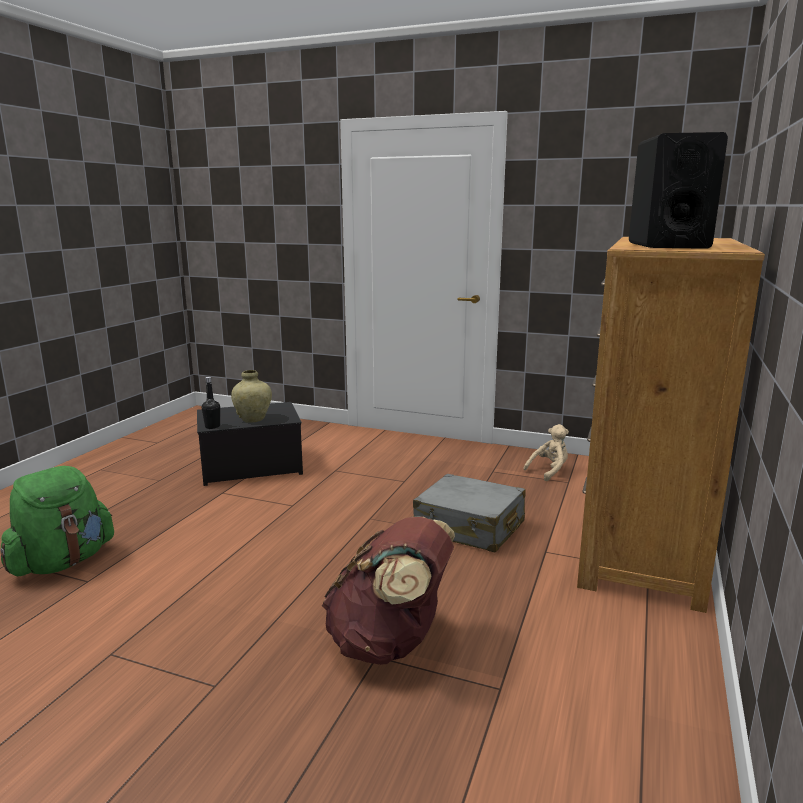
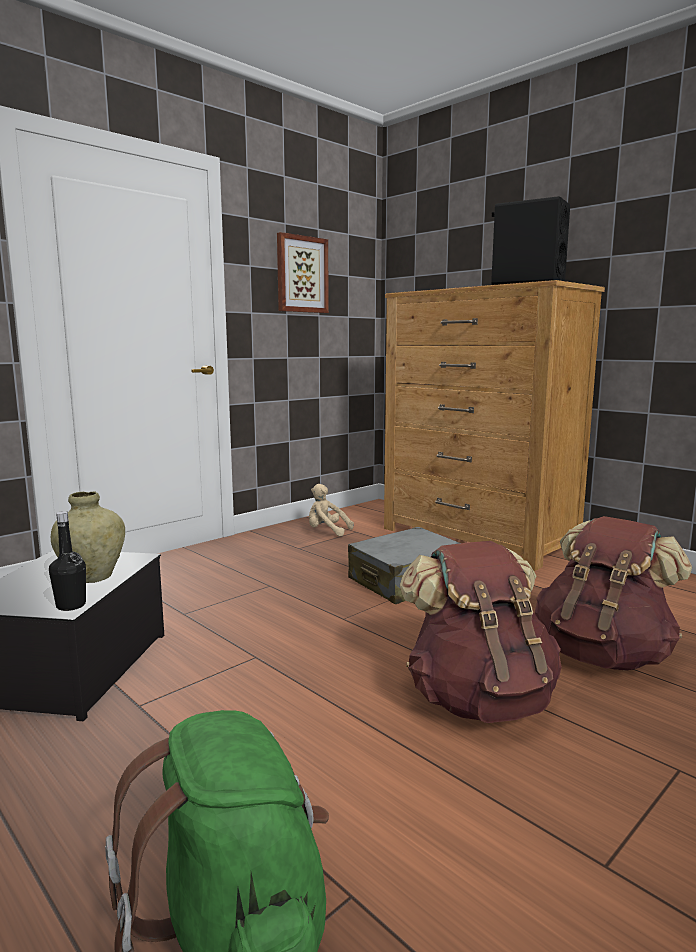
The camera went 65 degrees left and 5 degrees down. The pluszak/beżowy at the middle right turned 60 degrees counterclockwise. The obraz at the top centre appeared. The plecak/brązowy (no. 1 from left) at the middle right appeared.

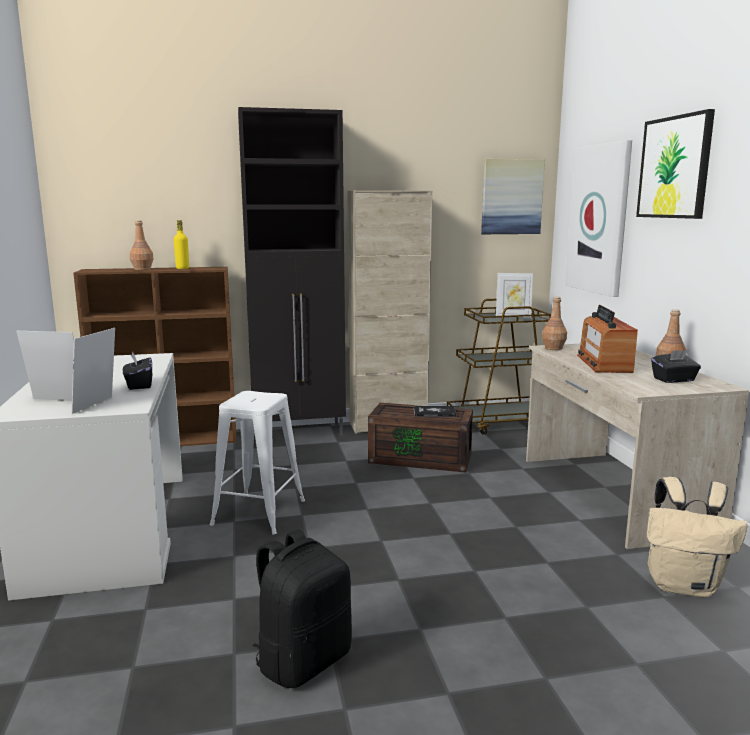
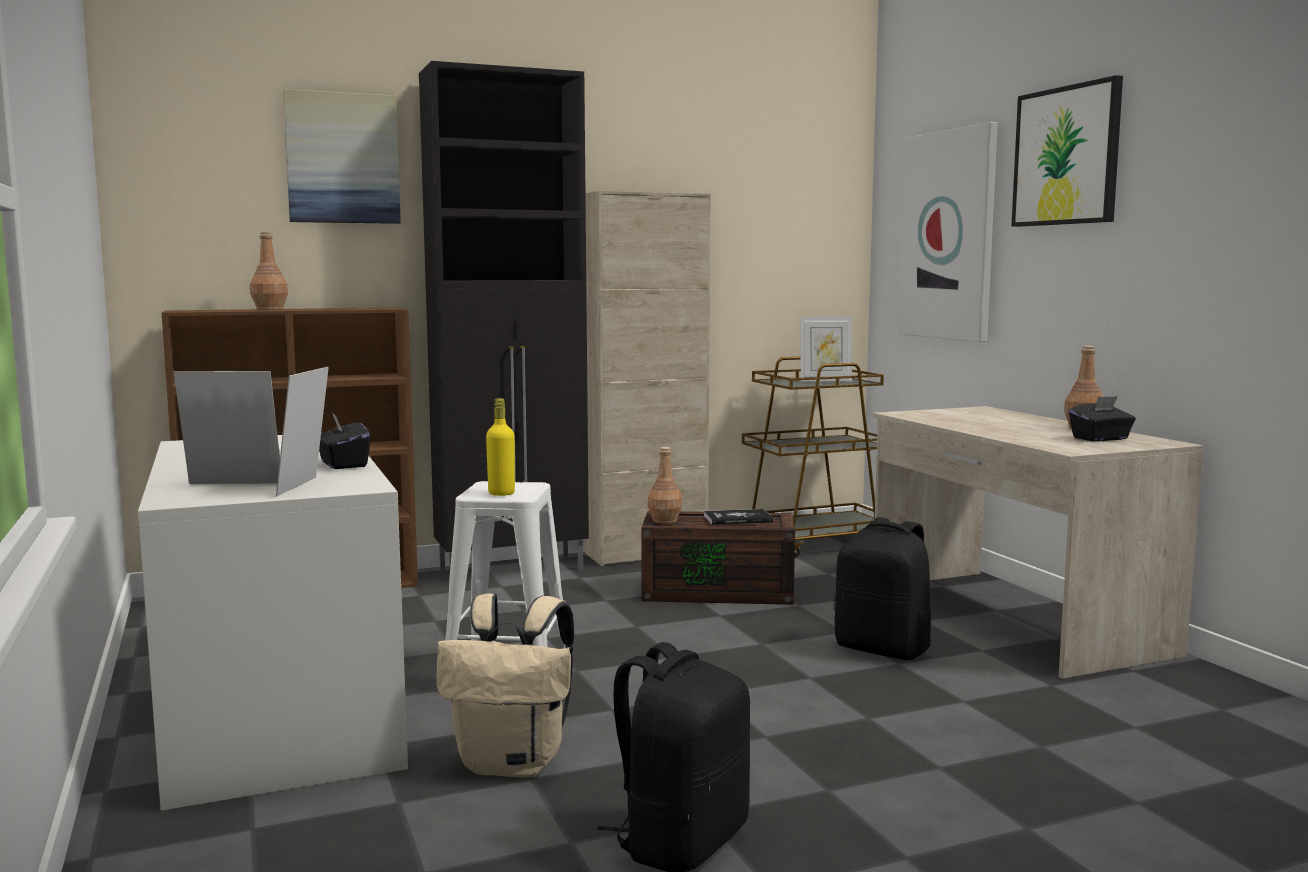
The camera went 10 degrees left and 5 degrees down. The butelka/żółty moved from the top left to the centre. The obraz (no. 1 from left) moved from the top right to the top left. The butelka/brązowy (no. 2 from left) moved from the middle right to the centre. The radio at the middle right disappeared. The plecak/beżowy moved from the bottom right to the bottom centre. The plecak/czarny (no. 2 from left) at the bottom right appeared.

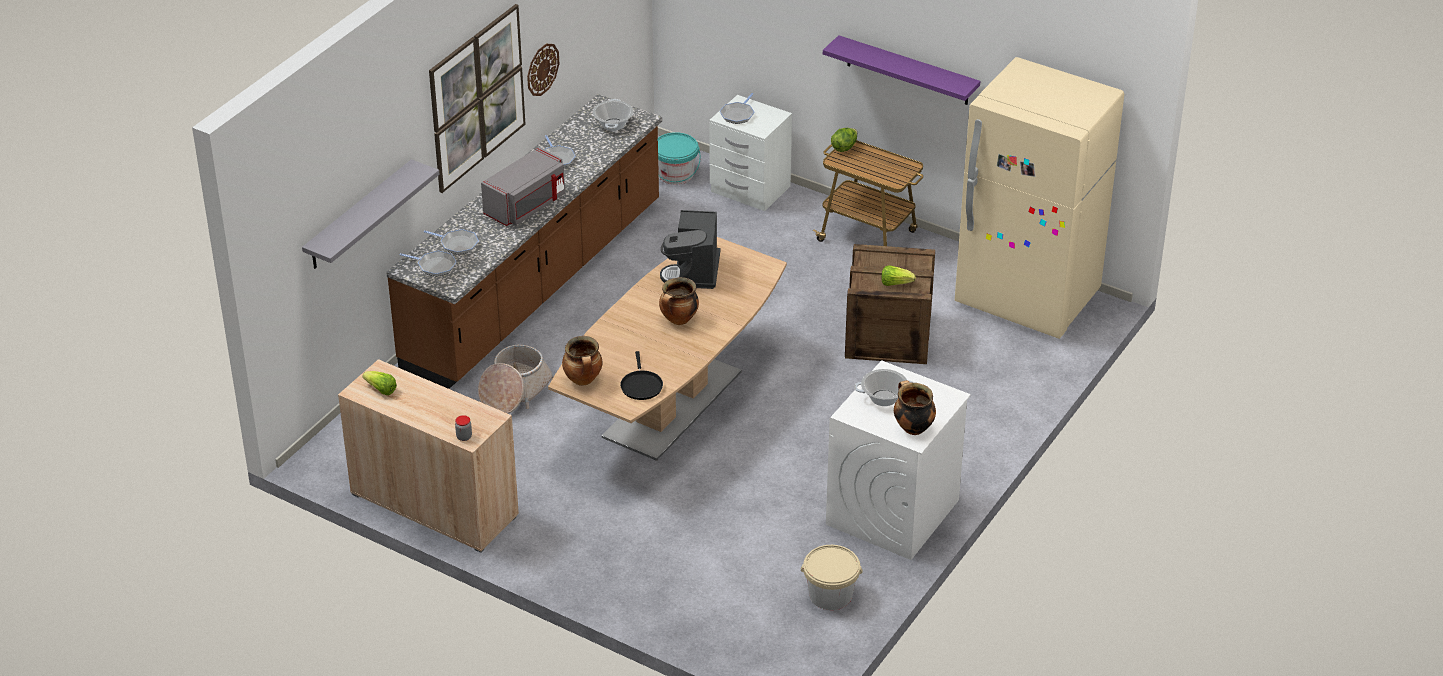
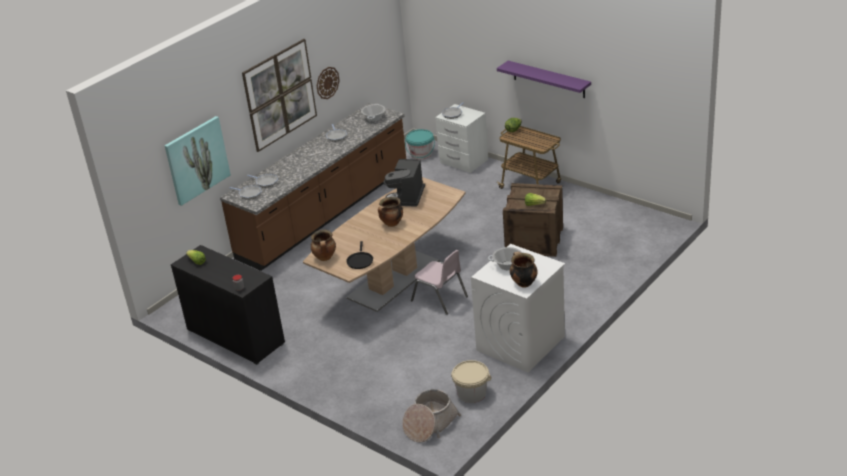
The camera went 10 degrees right and 5 degrees down. The półka/szary at the top left was replaced by the obraz (no. 1 from left) at the middle left. The szafka/beżowy at the bottom left became the szafka/czarny at the middle left. The koszyk moved from the centre to the bottom centre. The mikrofalówka/szary at the top centre disappeared. The lodówka/beżowy at the top right disappeared. The krzesło/różowy at the centre appeared.

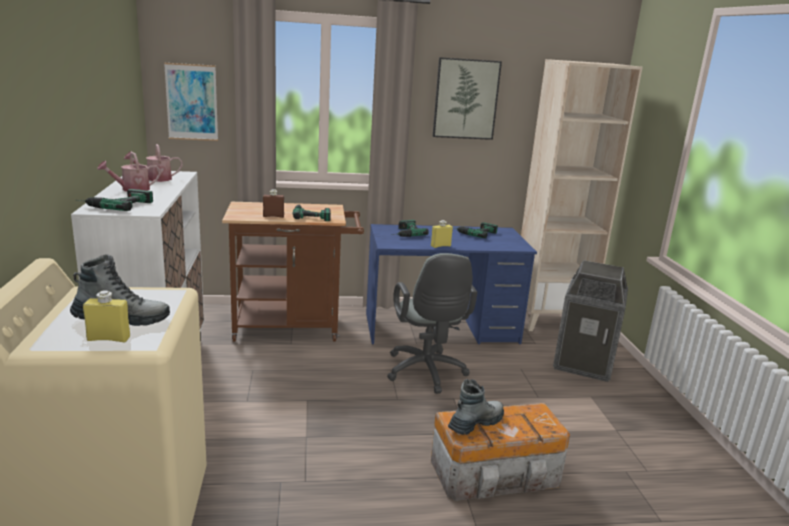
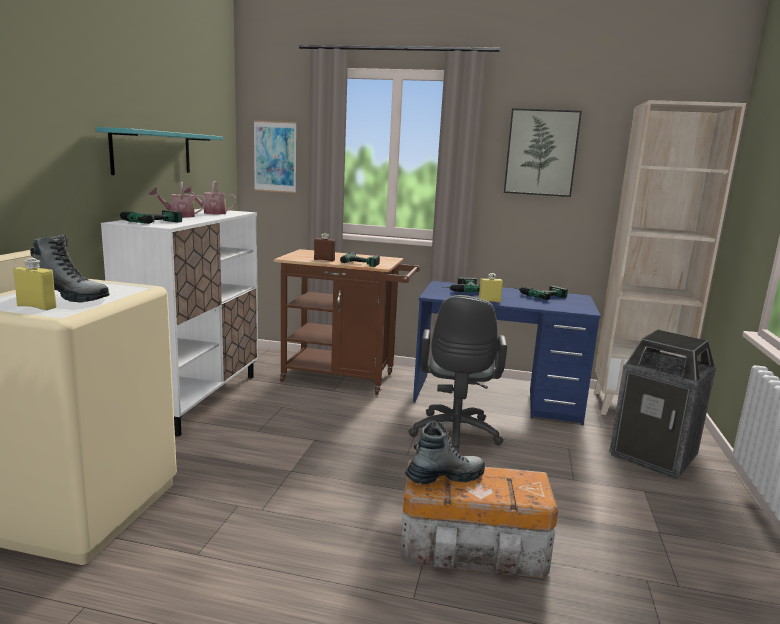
The camera went 20 degrees right and 5 degrees down. The półka/turkusowy at the top left appeared.

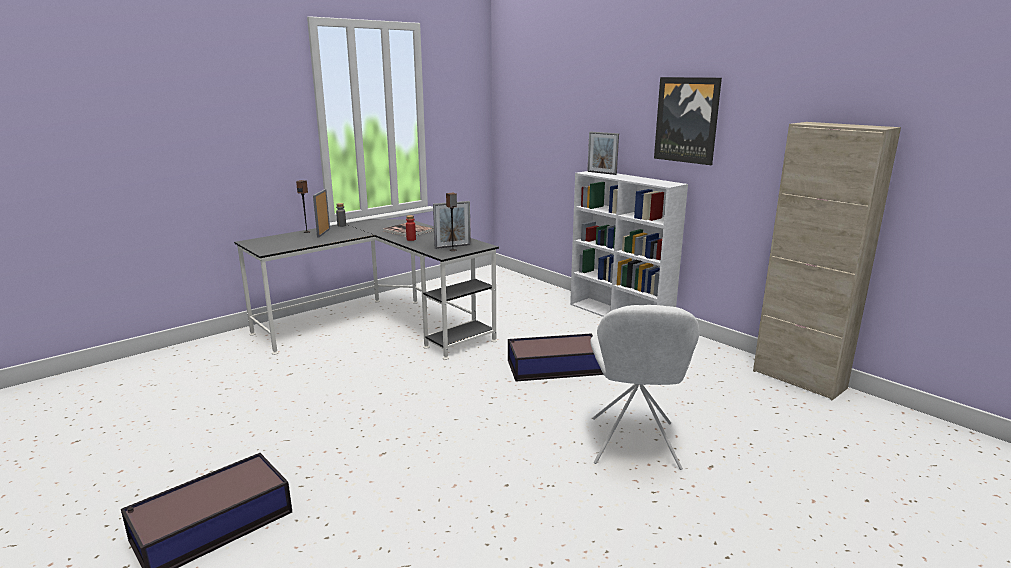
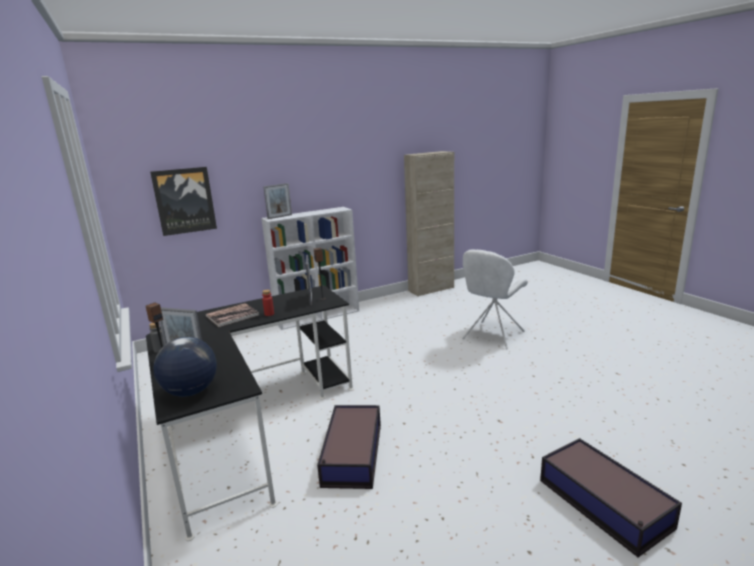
The camera went 75 degrees left and 0 degrees up. The pojemnik do przechowywania (no. 2 from left in the first image) moved from the centre to the bottom centre. The krzesło/biały at the bottom centre turned 105 degrees clockwise. The obraz moved from the top right to the middle left. The globus at the middle left appeared.

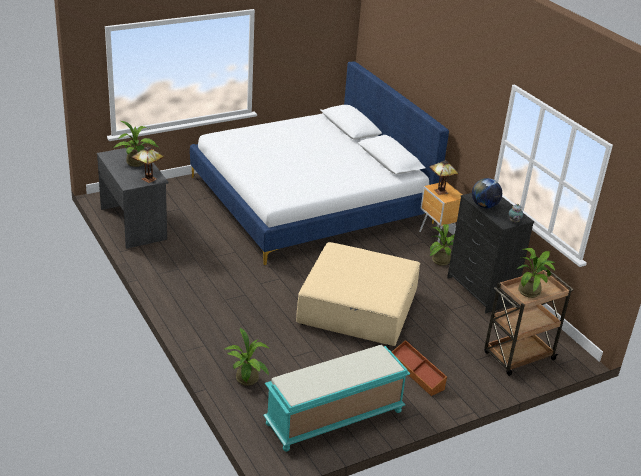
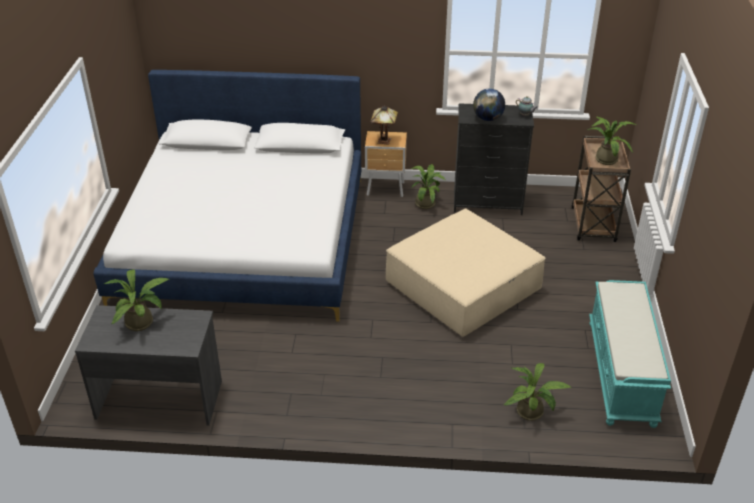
The camera went 55 degrees left and 5 degrees up. The lampa stołowa (no. 1 from left) at the middle left disappeared. The pojemnik do przechowywania/brązowy at the bottom centre disappeared.

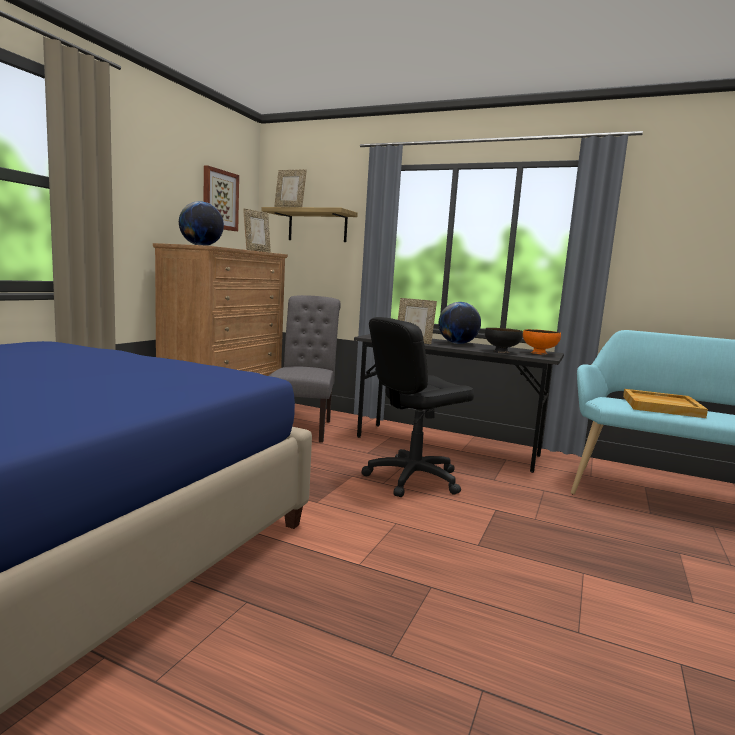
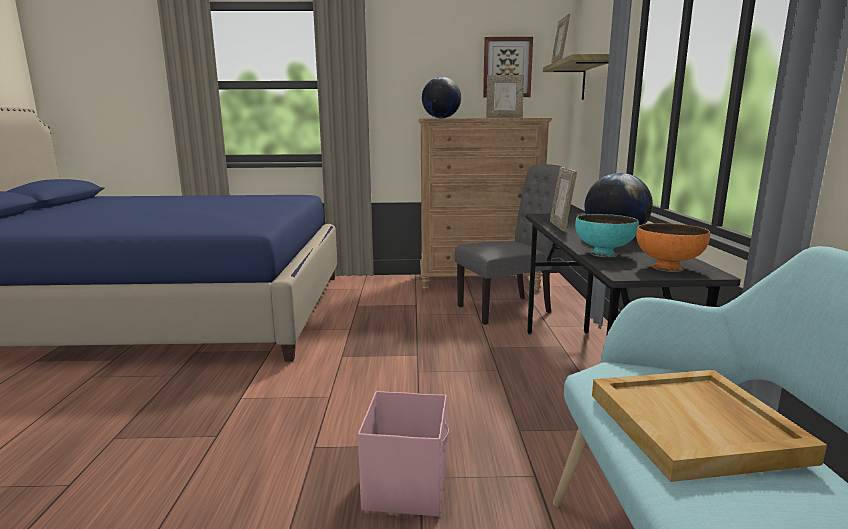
The camera went 65 degrees right and 5 degrees up. The krzesło biurowe/czarny at the centre disappeared. The miska/czarny at the middle right became the miska/turkusowy at the middle right. The pojemnik do przechowywania/różowy at the bottom centre appeared.

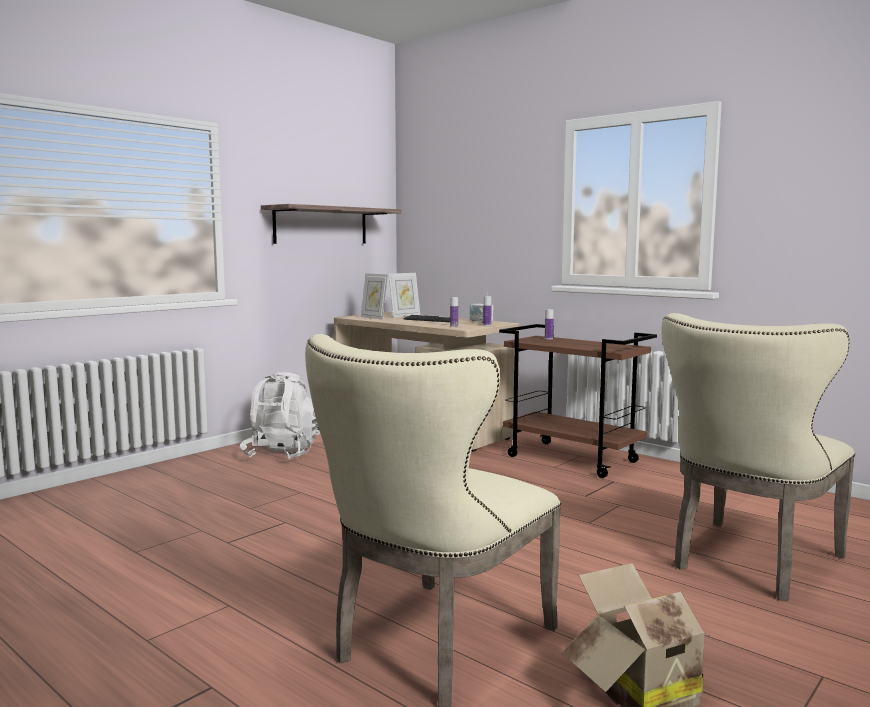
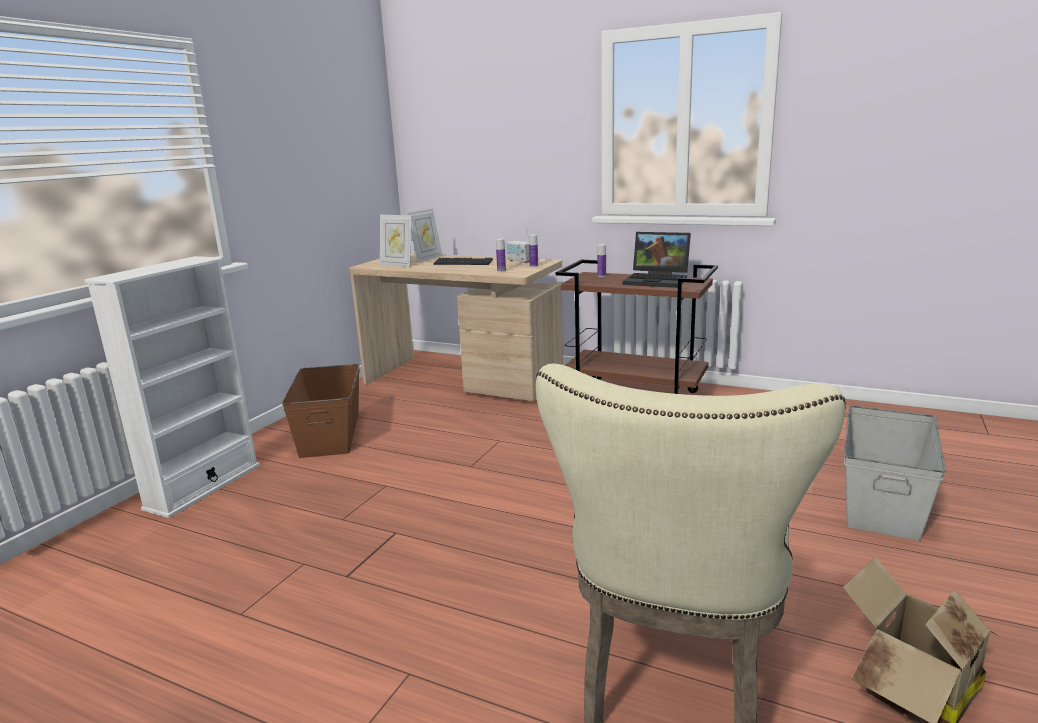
The camera went 15 degrees left and 10 degrees up. The plecak/biały at the middle left was replaced by the pojemnik do przechowywania/brązowy at the middle left. The półka at the top centre disappeared. The krzesło/beżowy (no. 2 from left) at the middle right was replaced by the pojemnik do przechowywania/szary at the middle right. The regał/biały at the middle left appeared. The laptop at the centre appeared.

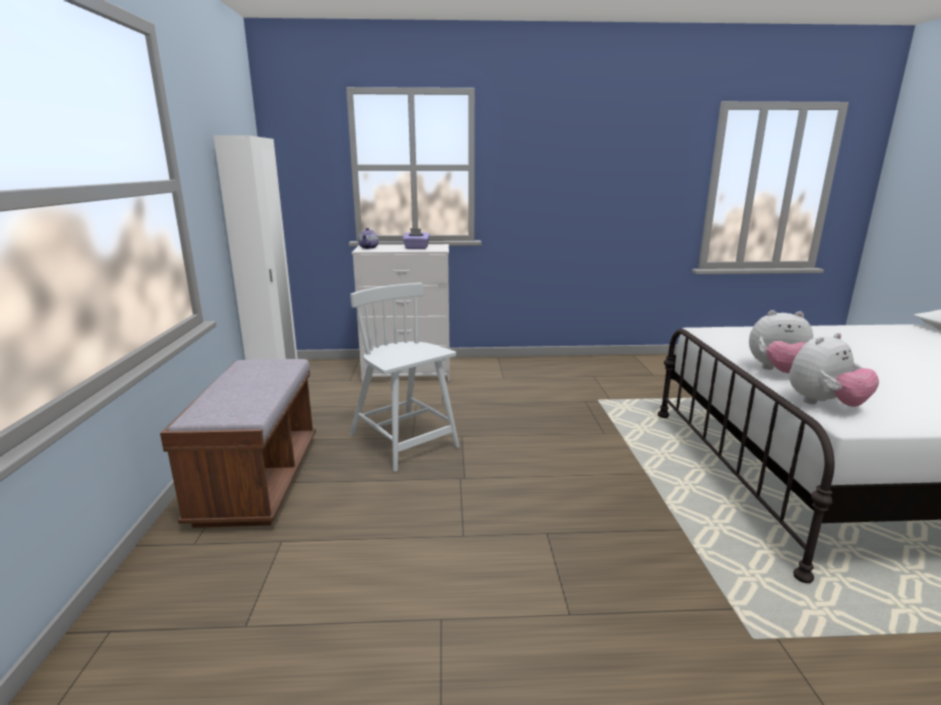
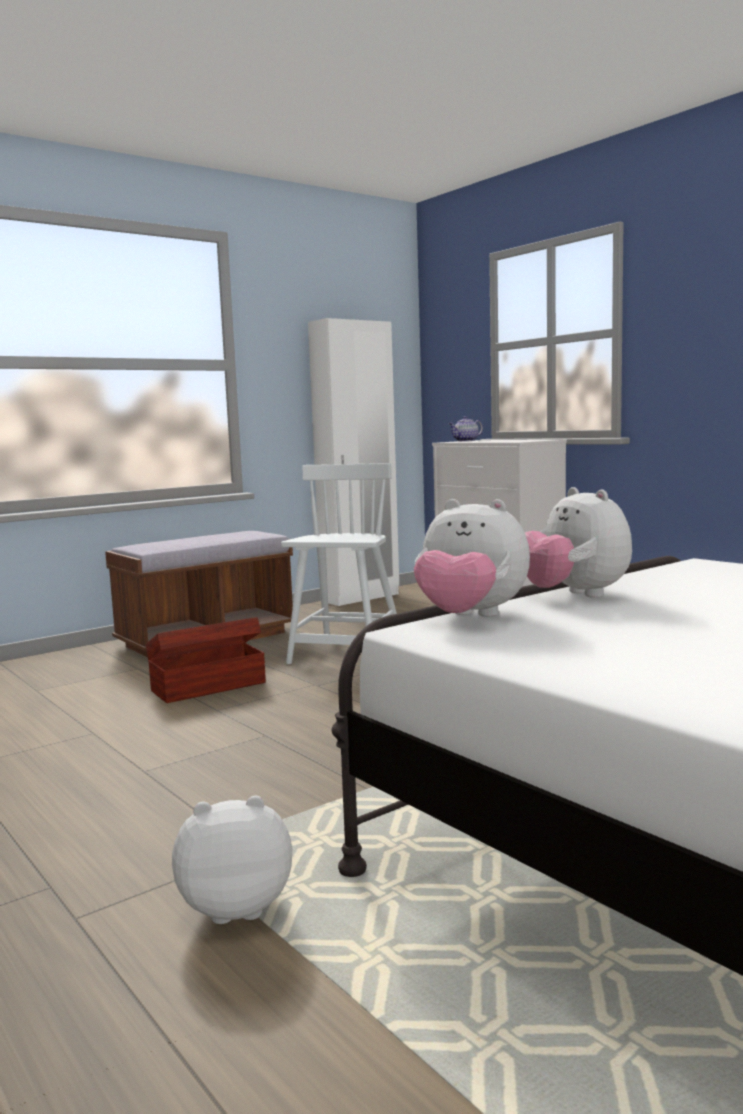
The camera went 55 degrees right and 10 degrees down. The pudełko chusteczek/fioletowy at the centre disappeared. The pojemnik do przechowywania/brązowy at the middle left appeared. The pluszak (no. 1 from left) at the bottom left appeared.

